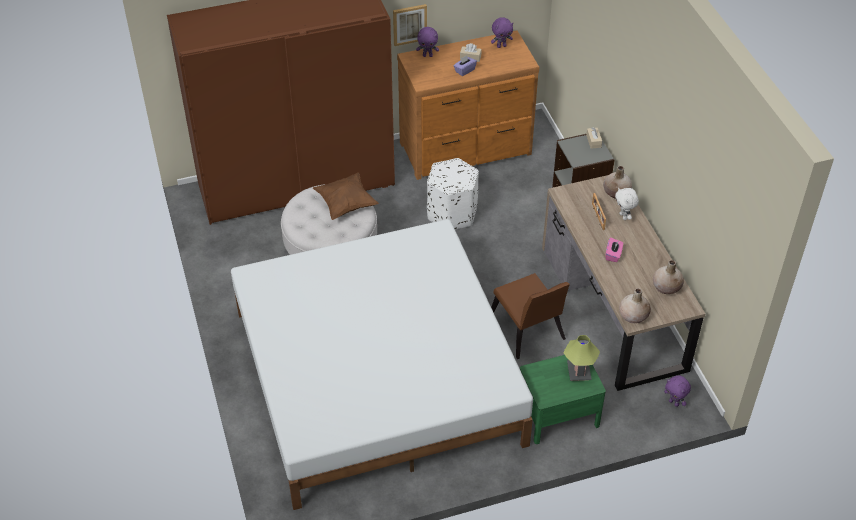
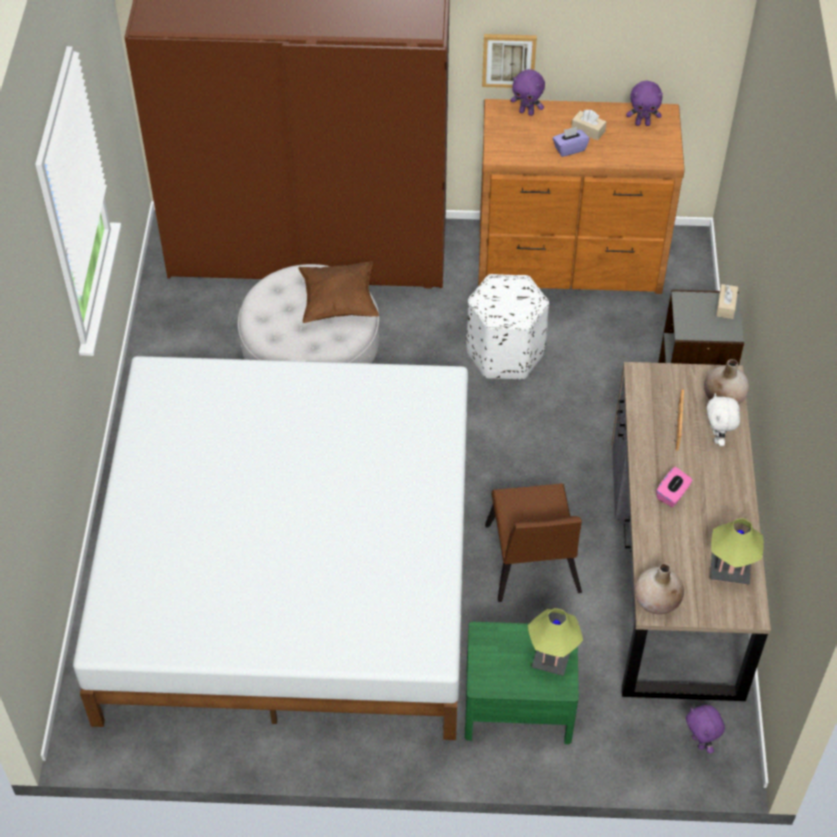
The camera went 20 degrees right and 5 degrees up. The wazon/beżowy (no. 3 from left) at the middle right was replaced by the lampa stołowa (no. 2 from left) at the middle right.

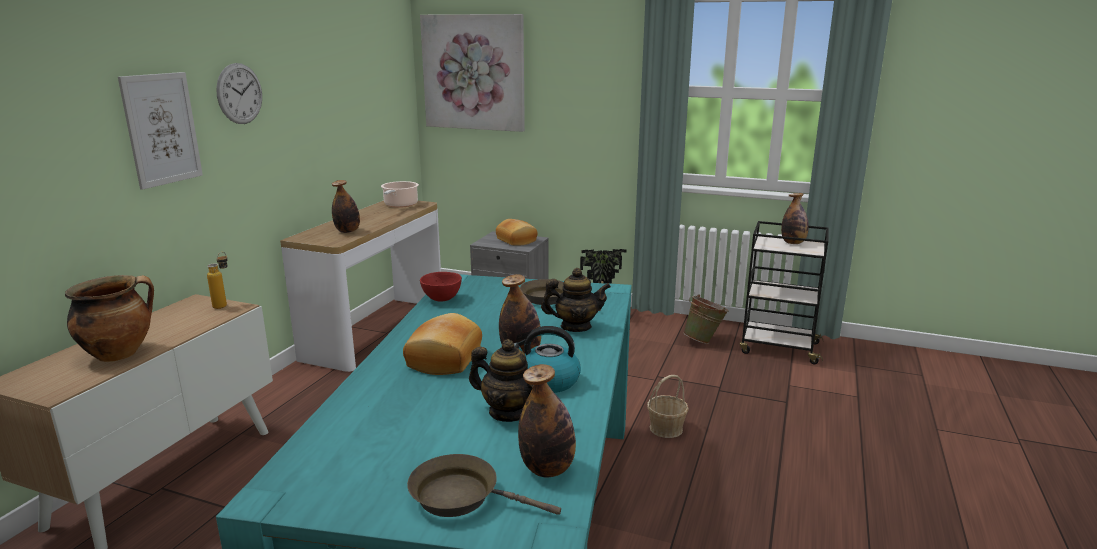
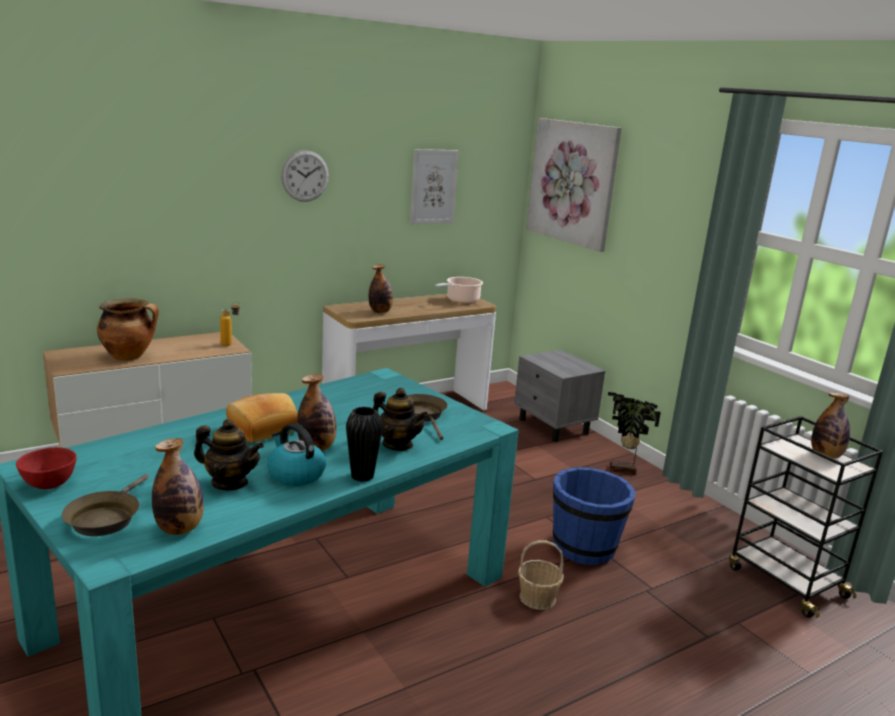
The camera went 35 degrees right and 0 degrees up. The obraz (no. 1 from left) moved from the top left to the top centre. The patelnia/brązowy (no. 1 from left) at the bottom centre turned 135 degrees counterclockwise. The miska/czerwony moved from the centre to the middle left. The imbryk (no. 1 from left) at the bottom centre turned 45 degrees counterclockwise. The chleb (no. 2 from left) at the centre disappeared. The wiadro/zielony at the centre disappeared. The wazon/czarny at the centre appeared. The wiadro/niebieski at the bottom centre appeared.

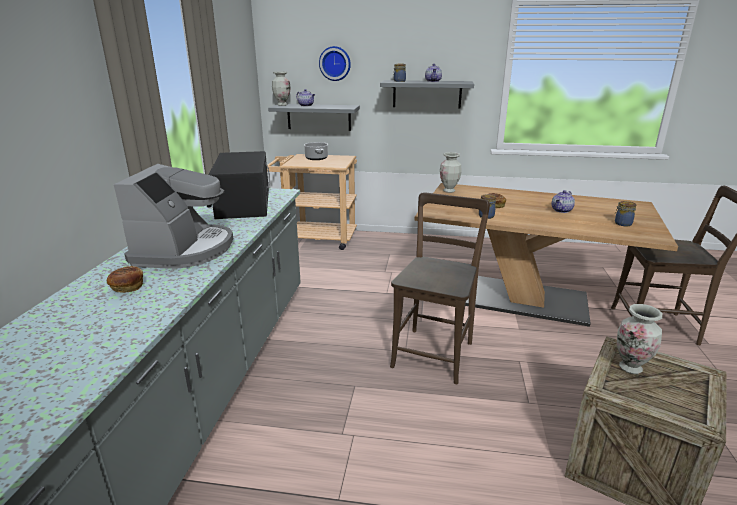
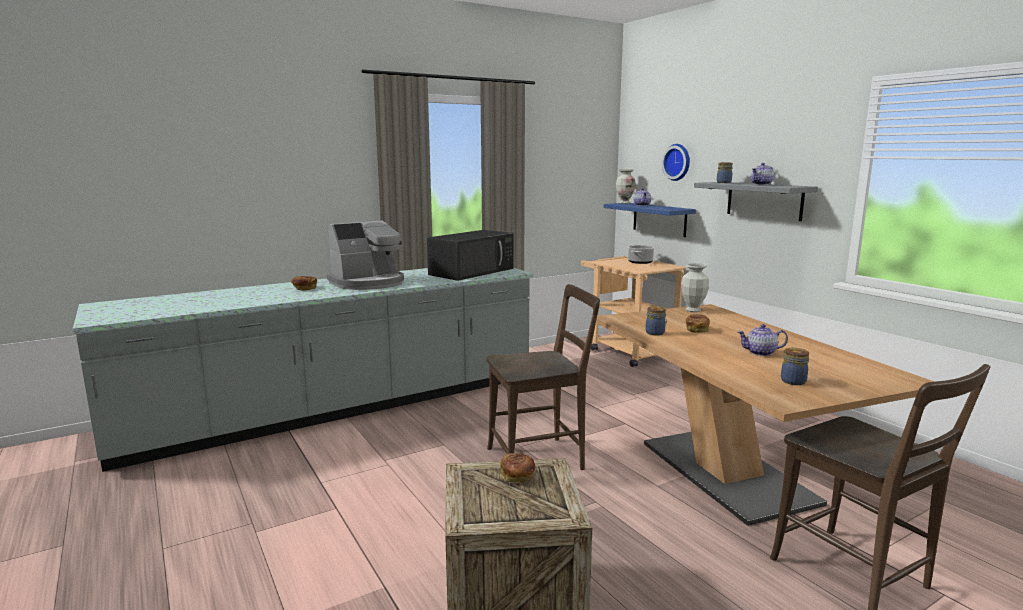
The camera went 50 degrees right and 10 degrees down. The półka/szary (no. 1 from left) at the top centre became the półka/niebieski at the centre. The wazon (no. 3 from left) at the bottom right was replaced by the chleb (no. 2 from left) at the bottom centre.

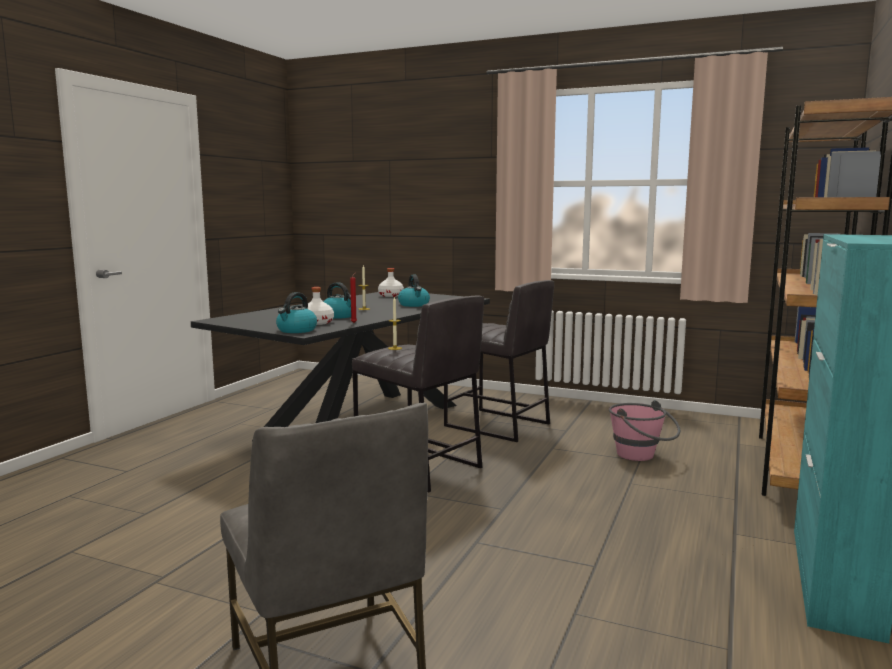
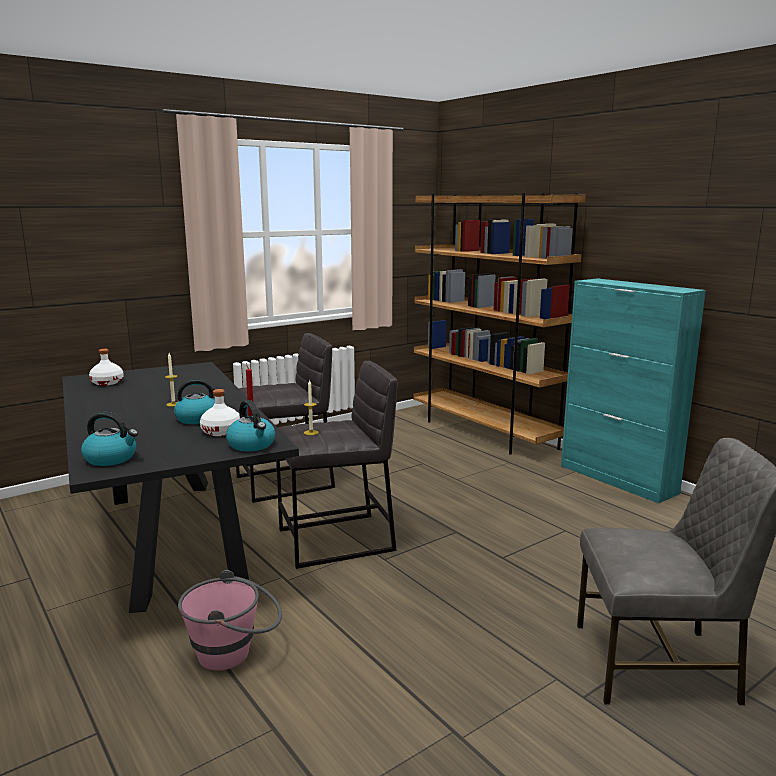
The camera went 60 degrees left and 5 degrees up. The czajnik (no. 3 from left in the first image) moved from the centre to the middle left. The wiadro/różowy moved from the middle right to the bottom left.

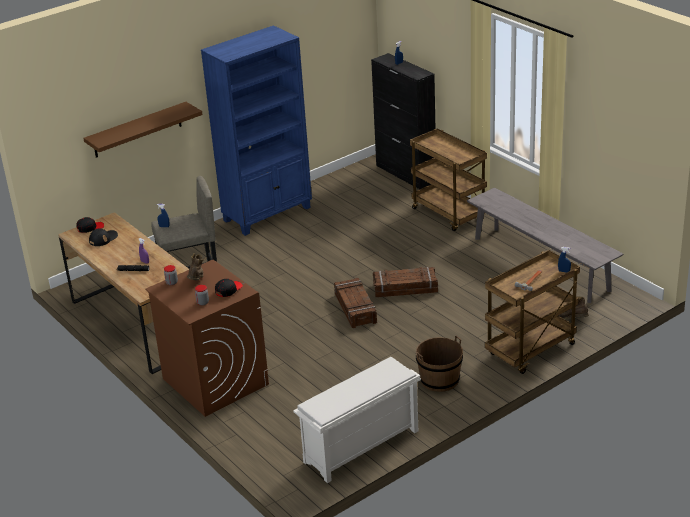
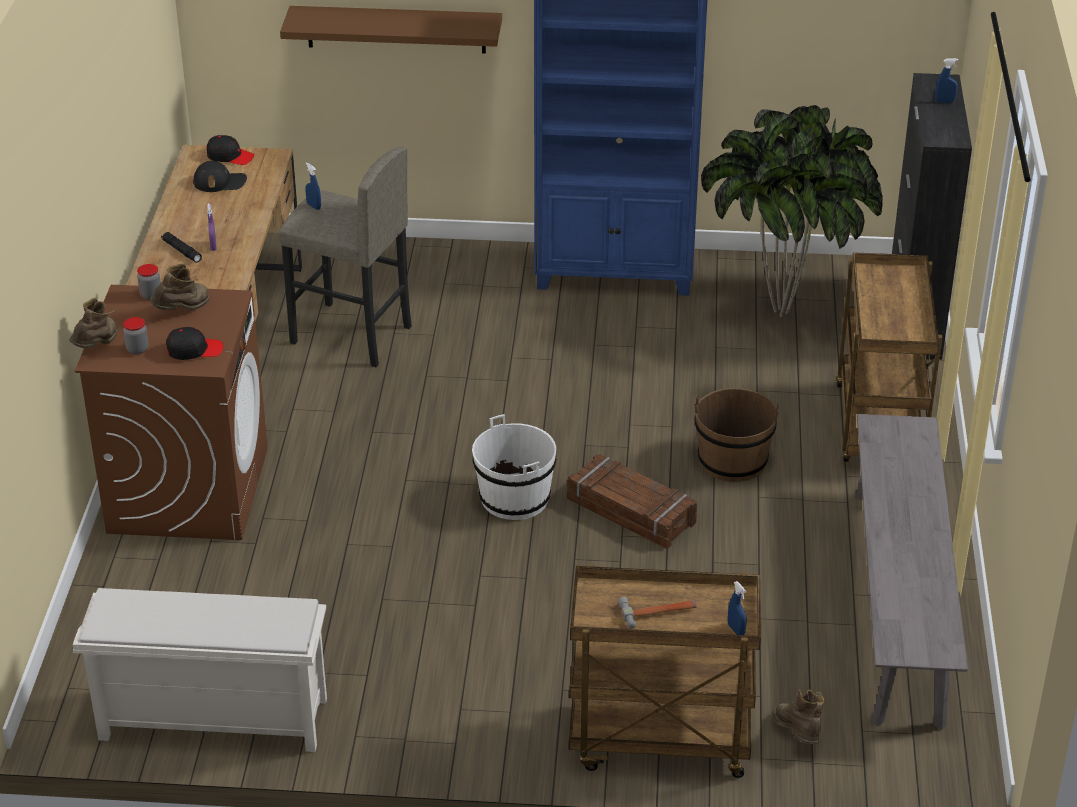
The camera went 40 degrees right and 5 degrees up. The skrzynka (no. 1 from left) at the centre was replaced by the wiadro/biały at the centre. The wiadro/brązowy moved from the bottom centre to the middle right. The but z cholewką/brązowy (no. 1 from left) at the middle left appeared. The roślina doniczkowa at the top right appeared.

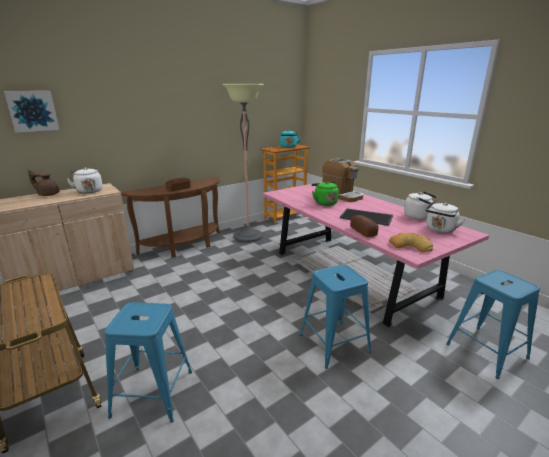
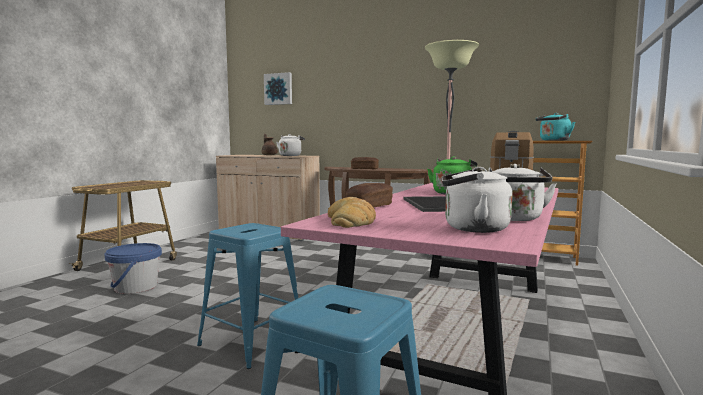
The camera went 60 degrees right and 15 degrees down. The stołek/niebieski (no. 1 from left) at the bottom left was replaced by the wiadro/niebieski at the bottom left.

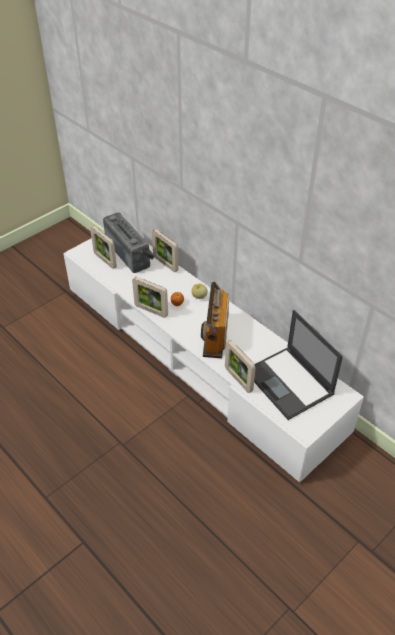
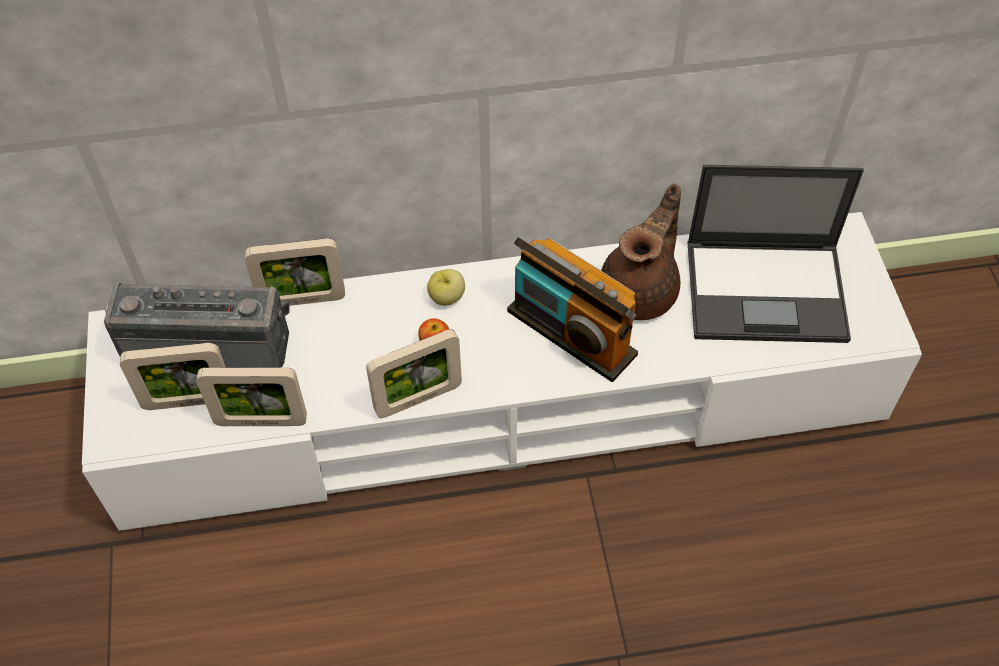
The camera went 55 degrees left and 10 degrees up. The ramka na zdjęcie (no. 4 from left in the first image) moved from the centre to the middle left. The imbryk/brązowy at the centre appeared.

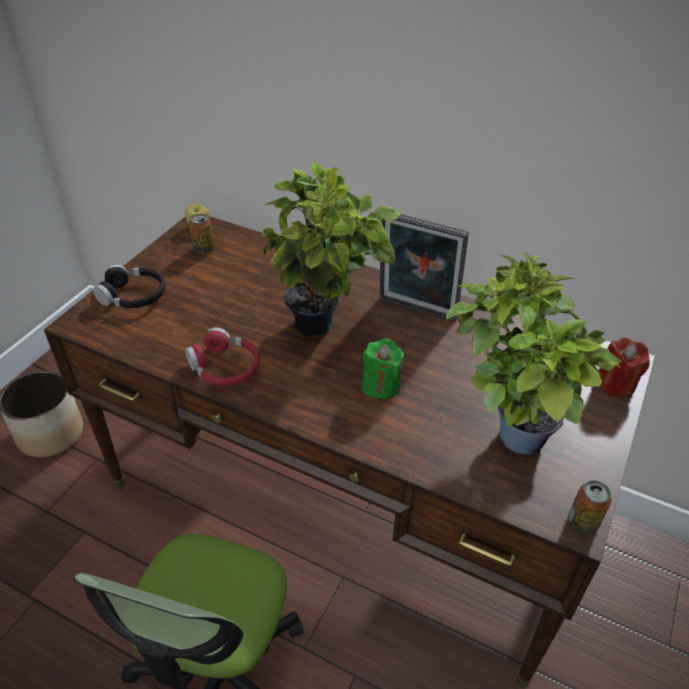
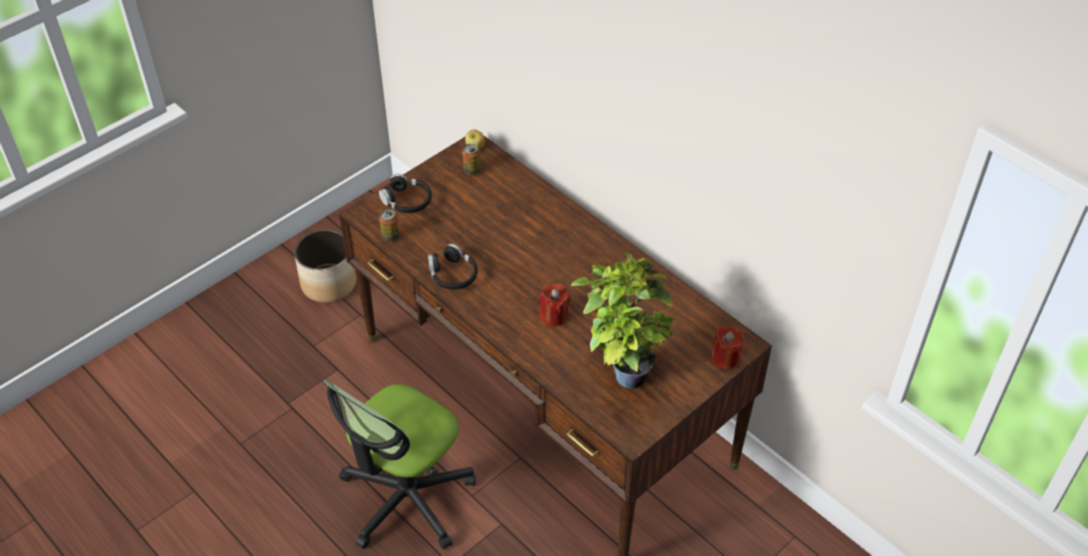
The camera went 20 degrees right and 5 degrees up. The słuchawki/czerwony at the middle left became the słuchawki/czarny (no. 2 from left) at the centre. The roślina doniczkowa (no. 1 from left) at the centre disappeared. The świeca/zielony at the centre became the świeca/czerwony (no. 1 from left) at the centre. The ramka na zdjęcie at the centre disappeared. The puszka (no. 2 from left in the first image) moved from the bottom right to the centre.

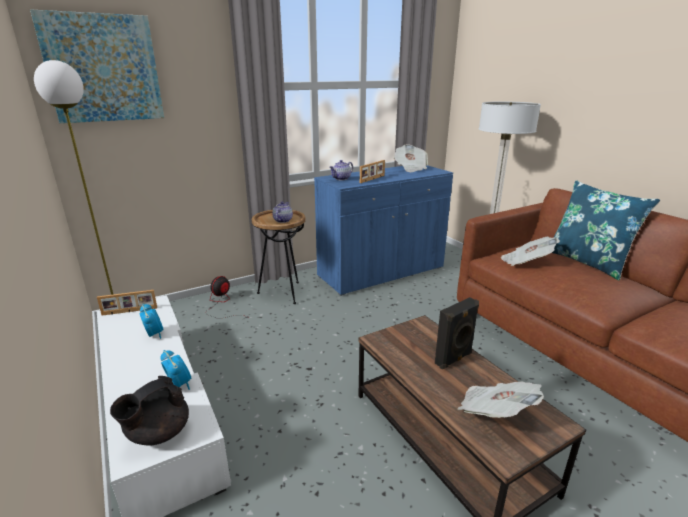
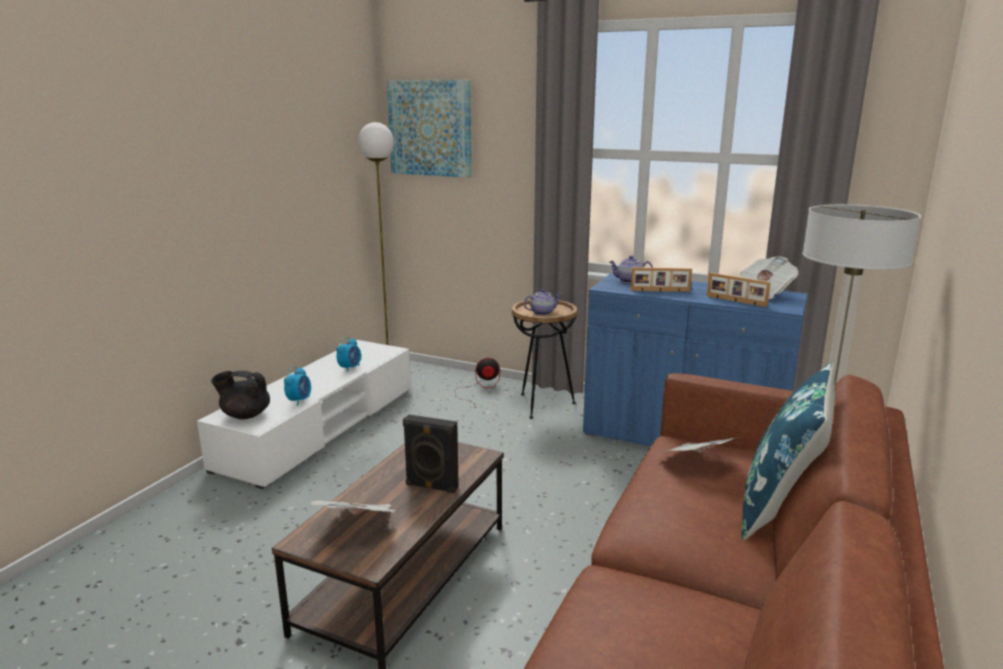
The camera went 55 degrees right and 5 degrees down. The ramka na zdjęcie (no. 1 from left in the first image) moved from the middle left to the middle right.

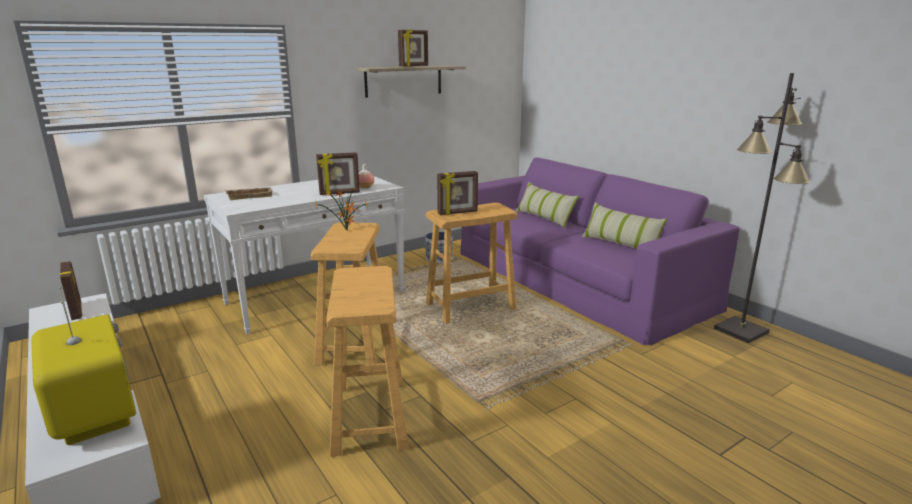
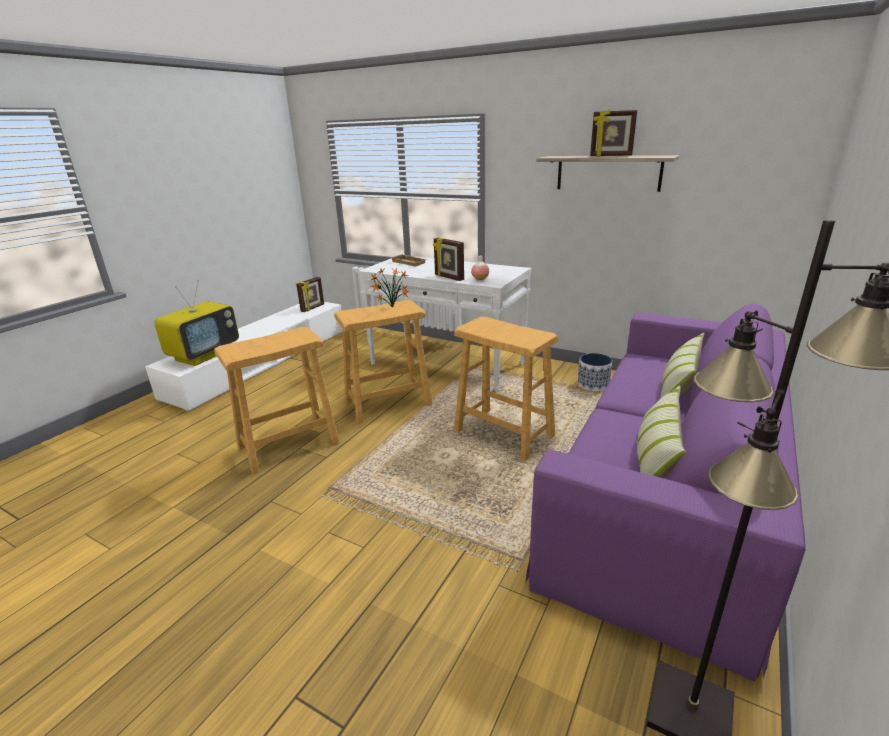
The camera went 65 degrees right and 5 degrees up. The ramka na zdjęcie (no. 4 from left) at the centre disappeared.

